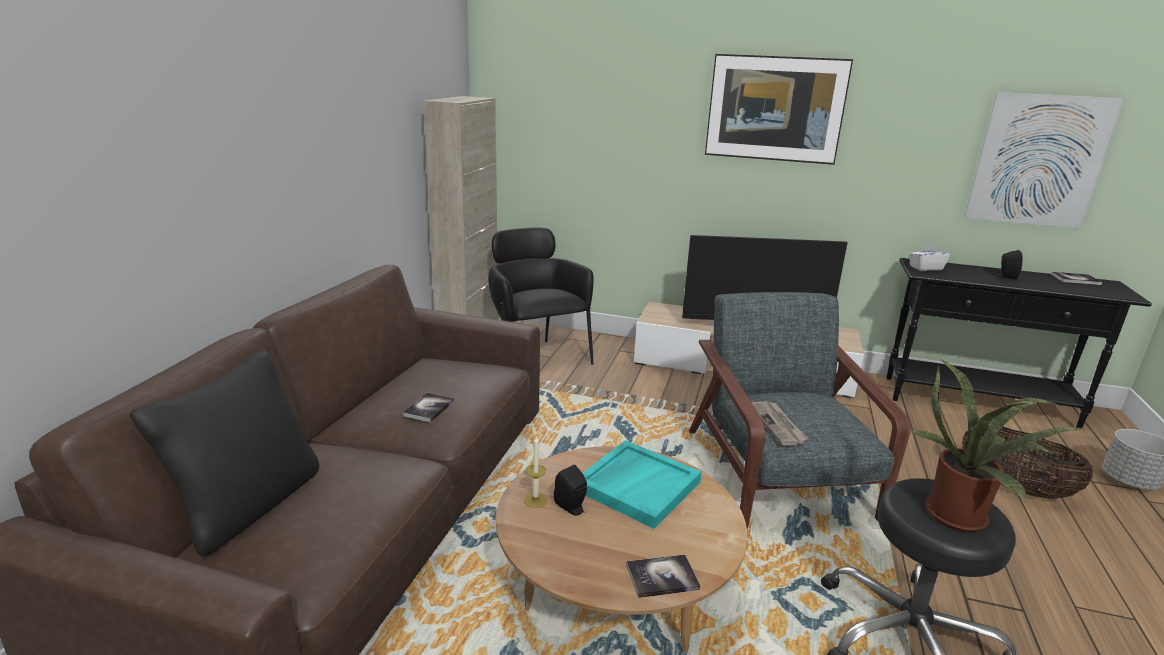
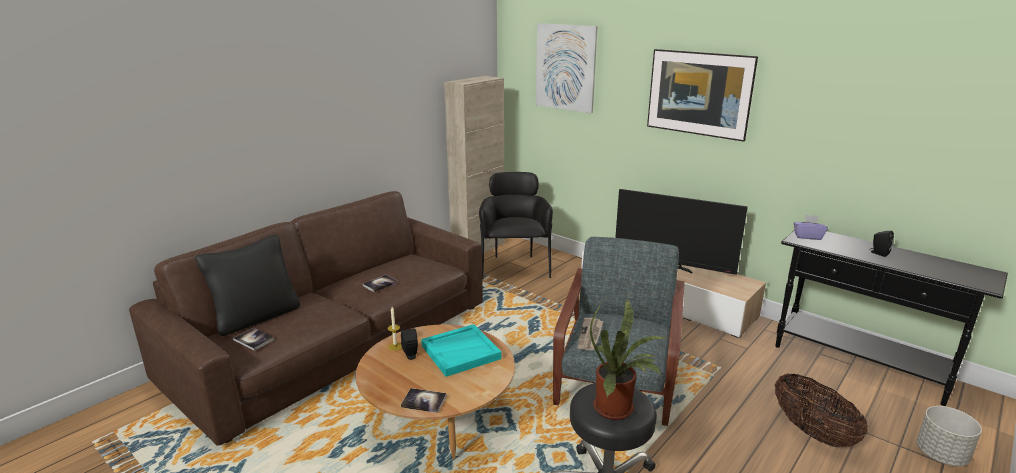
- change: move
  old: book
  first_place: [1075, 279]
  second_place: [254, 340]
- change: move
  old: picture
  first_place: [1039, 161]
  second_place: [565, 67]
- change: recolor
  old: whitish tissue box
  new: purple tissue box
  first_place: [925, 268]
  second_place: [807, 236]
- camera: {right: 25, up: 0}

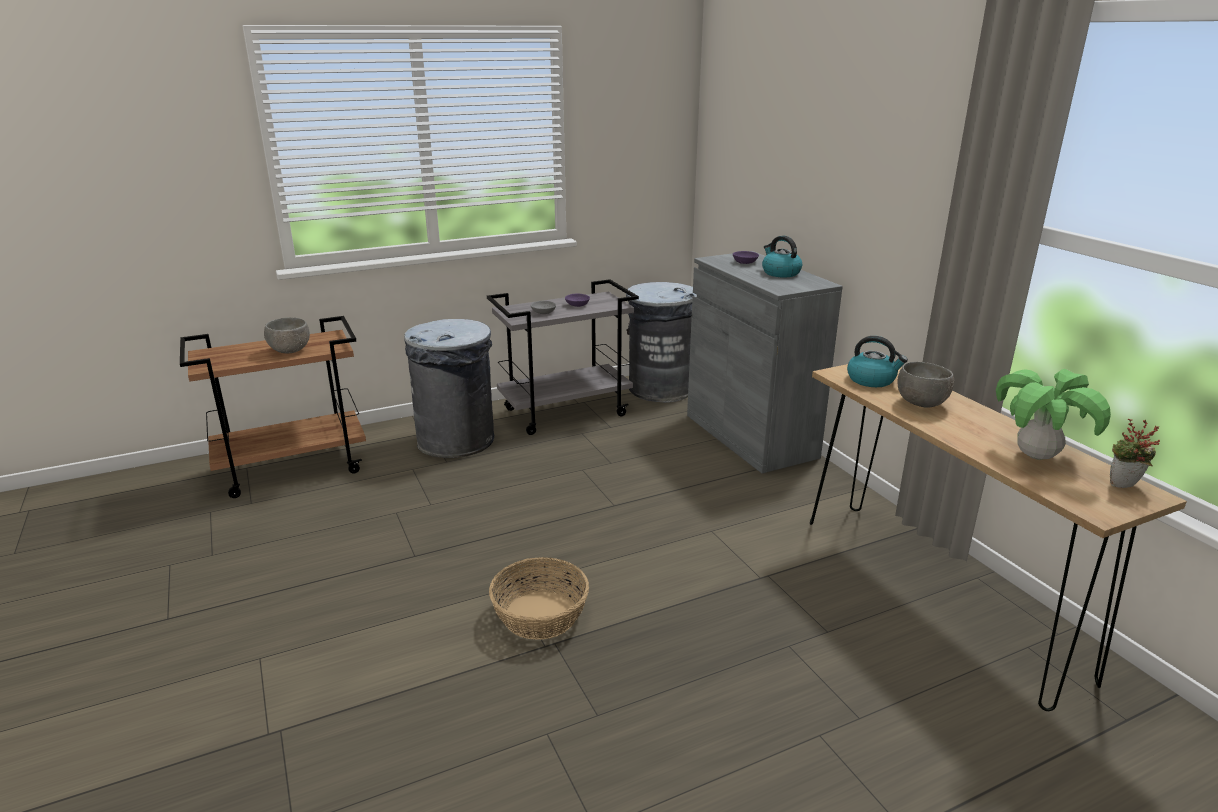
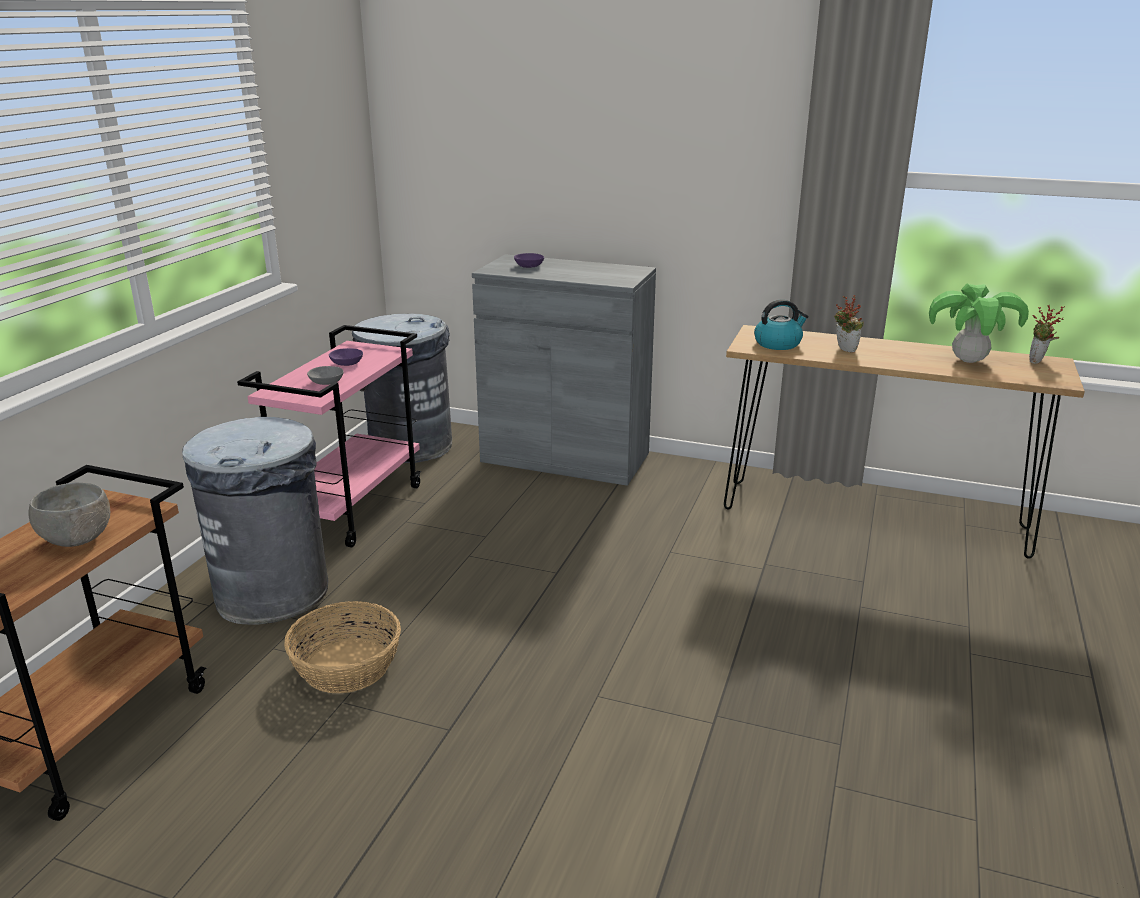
- change: recolor
  old: grey trolley
  new: pink-coloured trolley
  first_place: [566, 412]
  second_place: [350, 507]
- change: move
  old: basket
  first_place: [540, 614]
  second_place: [346, 666]
- change: replace
  old: grey bowl
  new: plant in a pot
  first_place: [922, 404]
  second_place: [843, 350]
- change: delete
  old: kettle
  first_place: [780, 273]
- camera: {right: -45, up: 0}

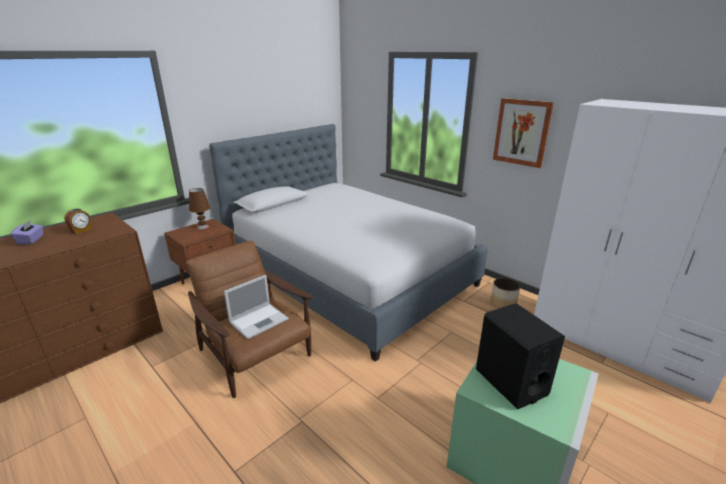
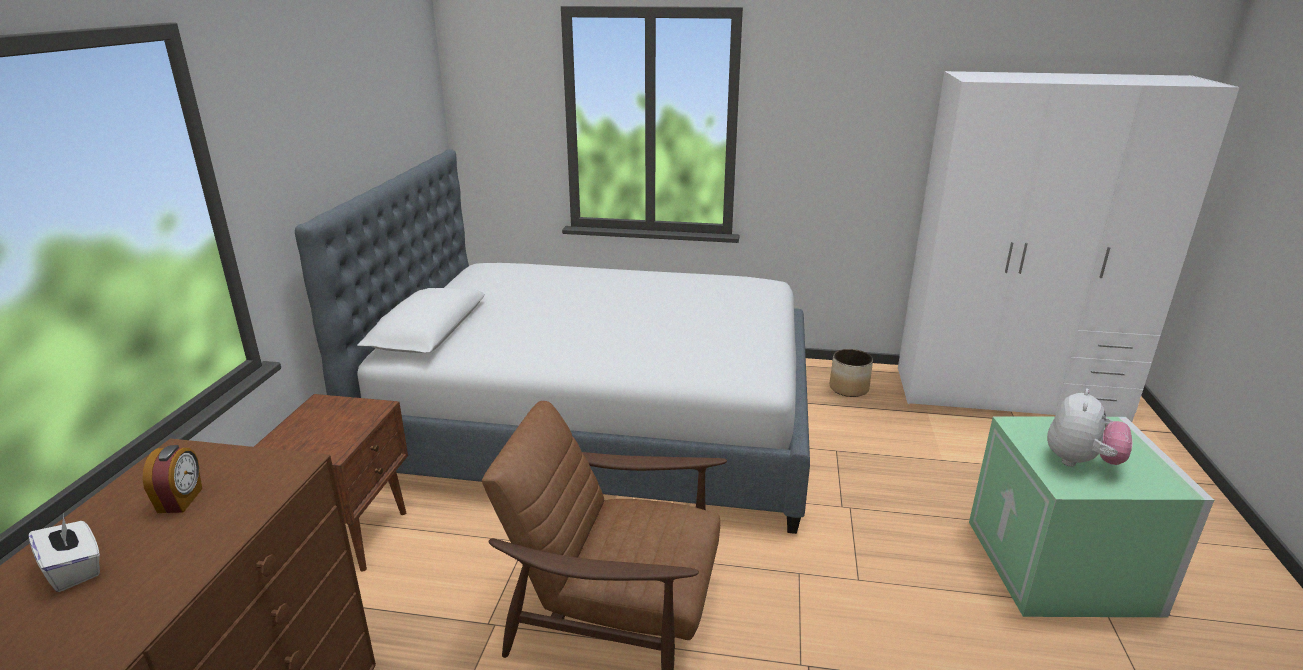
- change: recolor
  old: purple tissue box
  new: whitish tissue box
  first_place: [31, 240]
  second_place: [74, 569]
- change: replace
  old: black-coloured audio speaker
  new: cuddly toy
  first_place: [510, 382]
  second_place: [1080, 462]
- change: delete
  old: brown-coloured lamp for a table
  first_place: [202, 227]
- change: delete
  old: notebook computer
  first_place: [259, 320]
- change: delete
  old: picture
  first_place: [522, 132]
- camera: {right: -35, up: 0}

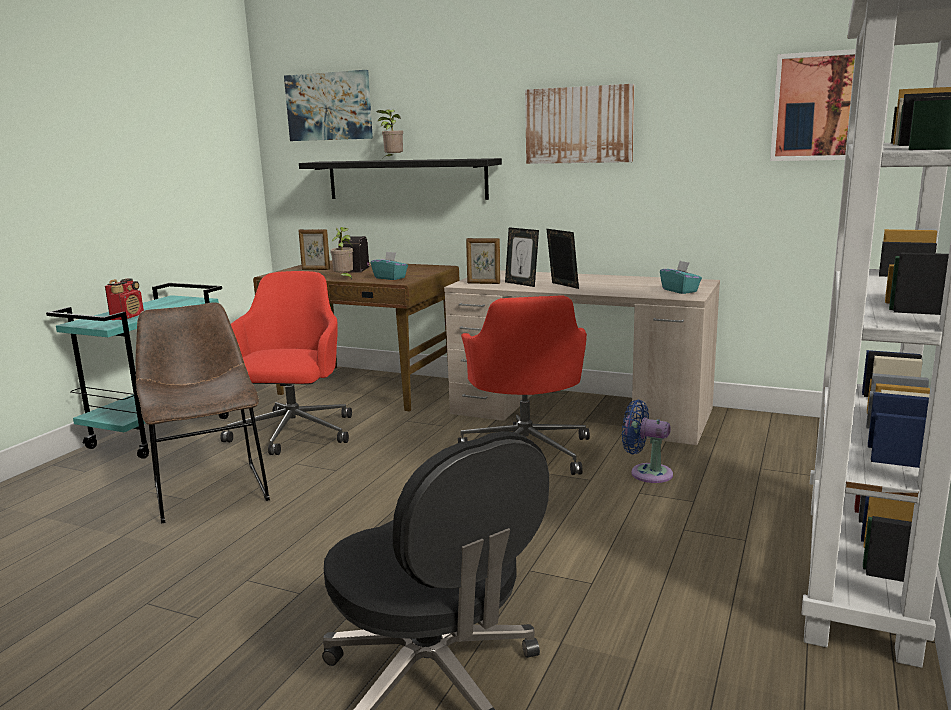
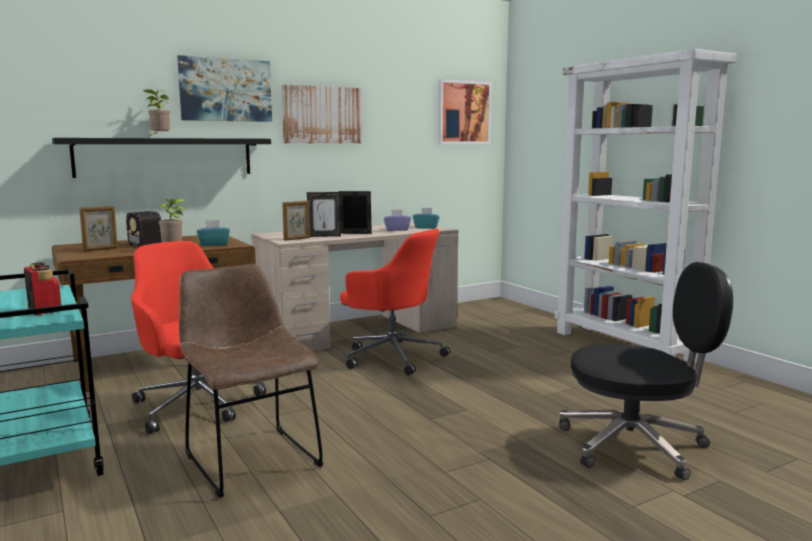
- change: move
  old: picture
  first_place: [329, 106]
  second_place: [225, 90]
- change: rotate
  old: brown-coloured upright chair
  first_place: [209, 489]
  second_place: [250, 457]
  degrees: 45
- change: insert
  new: purple tissue box
  second_place: [397, 230]
- change: delete
  old: bluish cooling fan
  first_place: [646, 473]
- camera: {right: -55, up: -5}

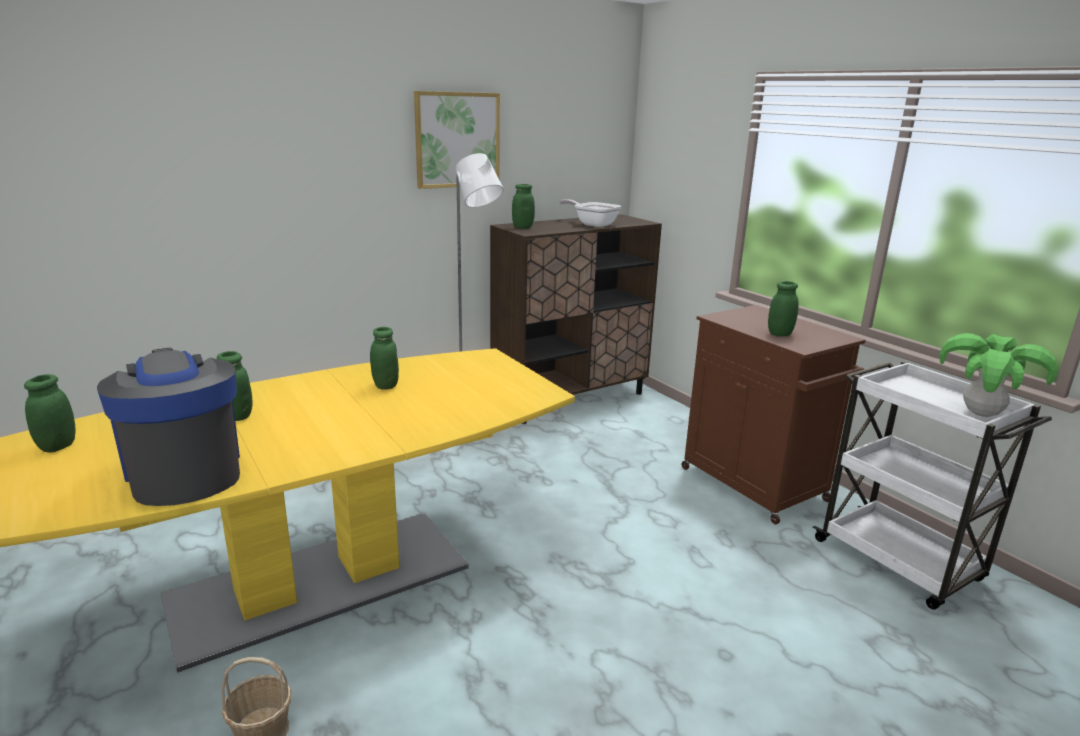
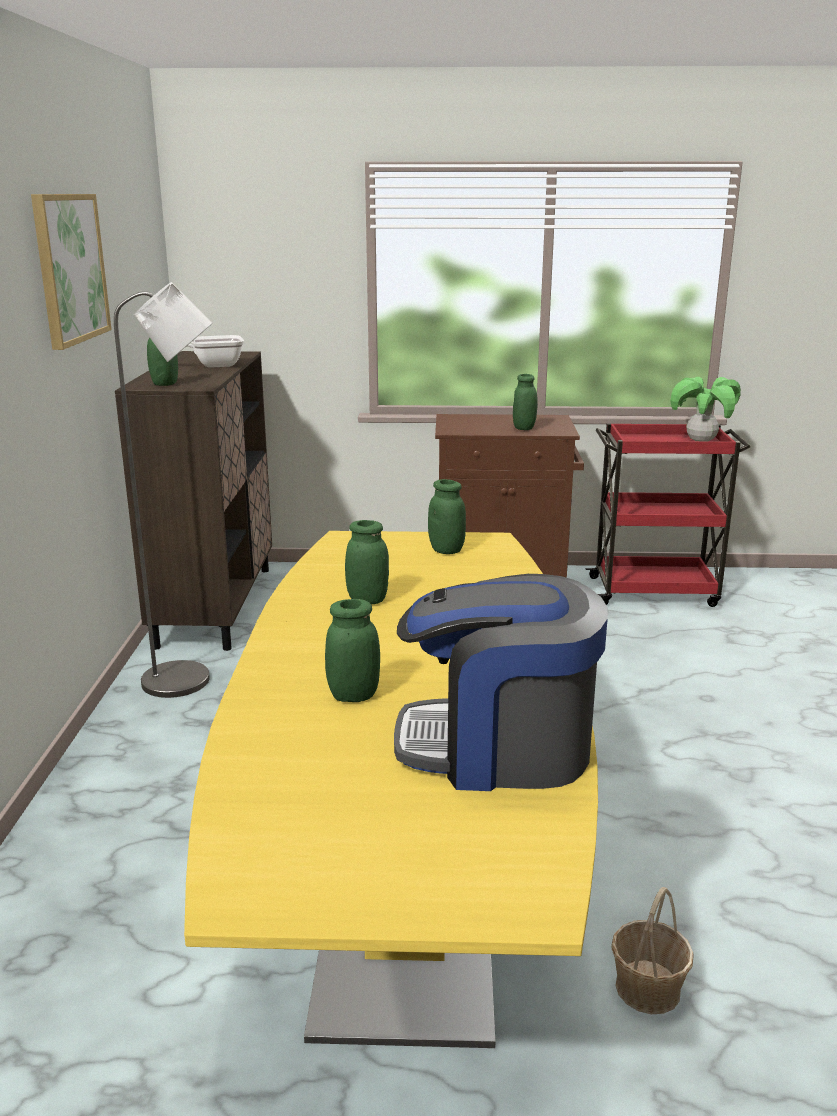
- change: move
  old: green storage jar
  first_place: [57, 446]
  second_place: [446, 550]
- change: recolor
  old: whitish trolley
  new: red-coloured trolley
  first_place: [900, 562]
  second_place: [655, 591]
- camera: {right: -55, up: 0}

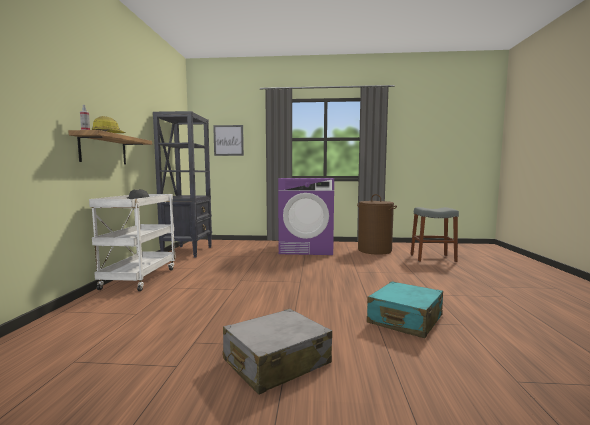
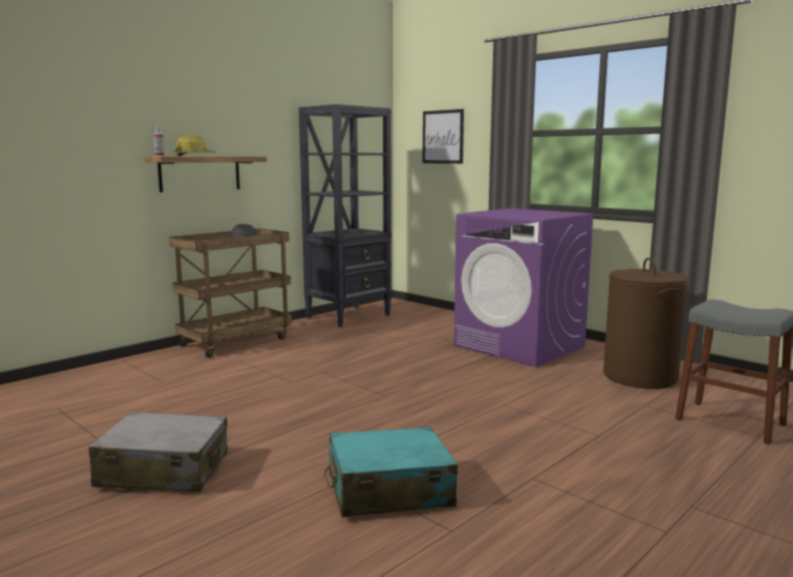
- change: recolor
  old: whitish trolley
  new: brown-coloured trolley
  first_place: [139, 278]
  second_place: [236, 341]
- camera: {right: 40, up: 5}

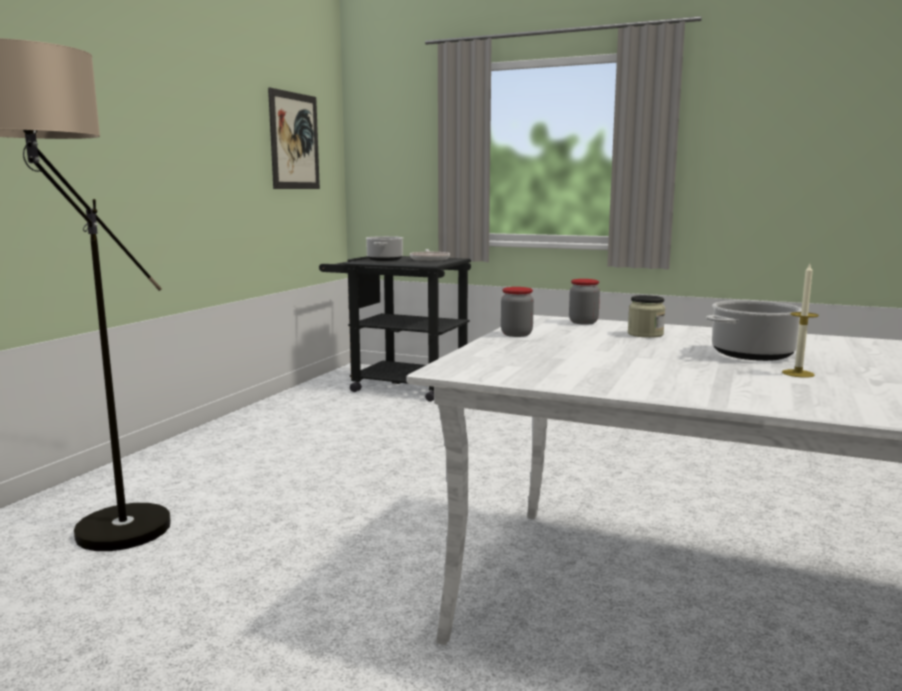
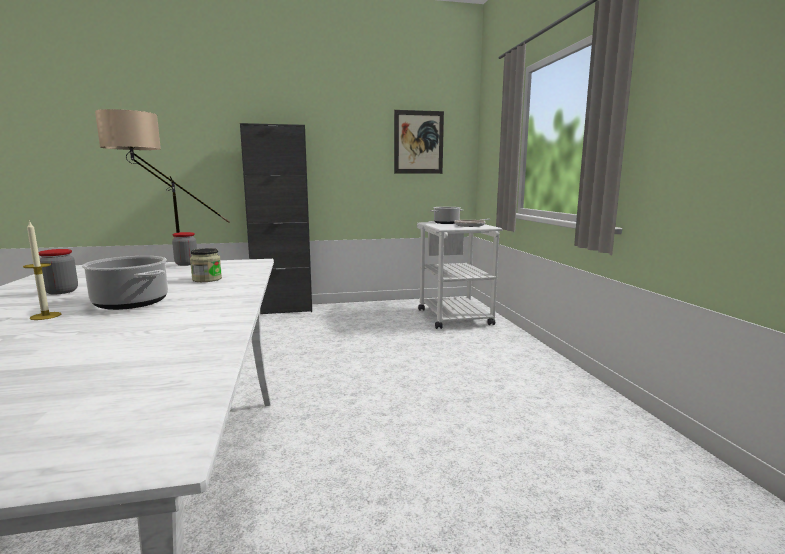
- change: move
  old: storage jar
  first_place: [583, 322]
  second_place: [61, 291]
- change: insert
  new: black-coloured storage cabinet
  second_place: [283, 310]
- change: recolor
  old: black-coloured trolley
  new: whitish trolley
  first_place: [399, 385]
  second_place: [451, 315]
- camera: {right: 55, up: 0}

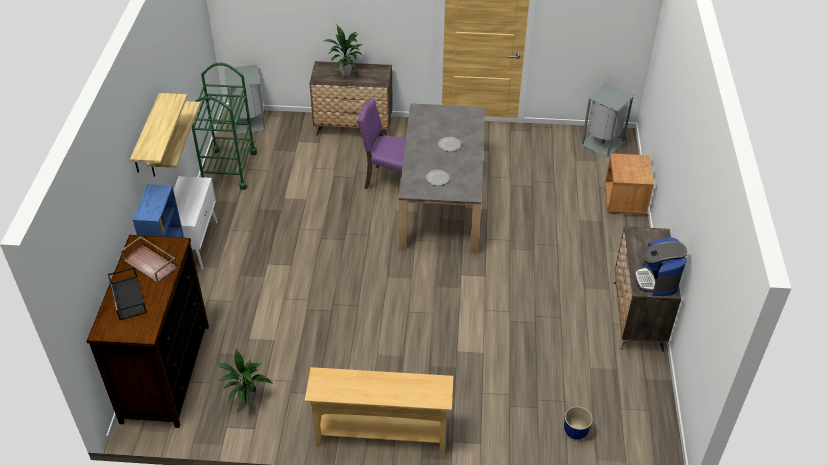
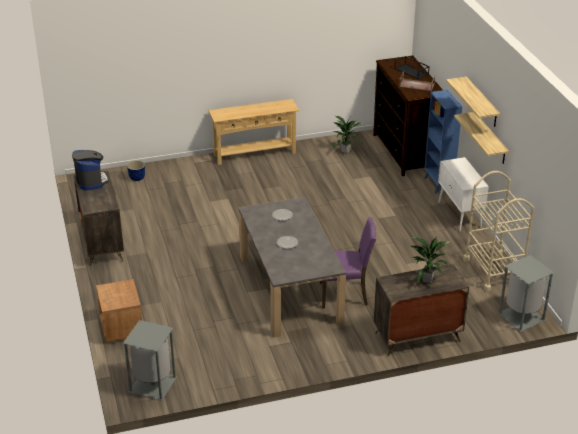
- change: recolor
  old: green trolley
  new: beige trolley
  first_place: [229, 169]
  second_place: [493, 271]
- camera: {right: 160, up: -10}

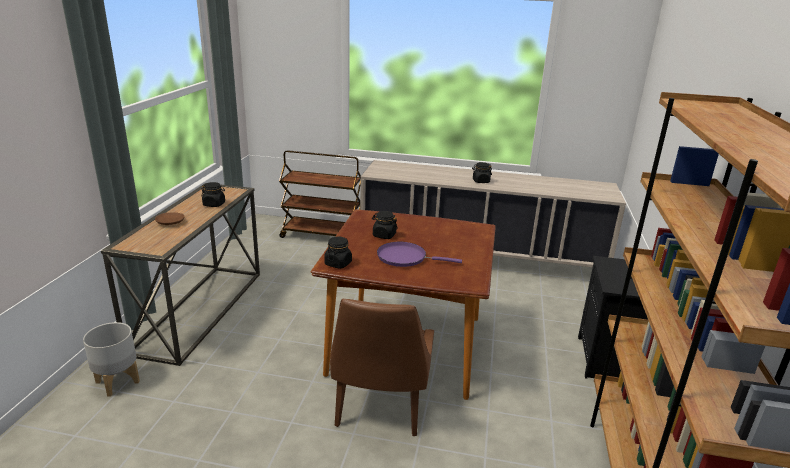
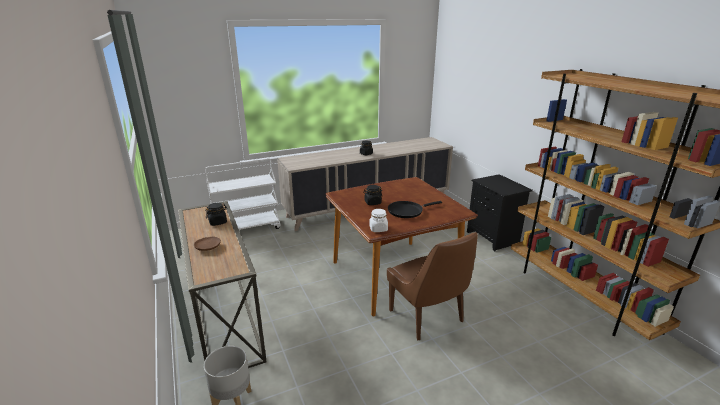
- change: recolor
  old: brown-coloured trolley
  new: whitish trolley
  first_place: [322, 235]
  second_place: [247, 228]
- change: recolor
  old: black-coloured storage jar
  new: whitish storage jar
  first_place: [338, 263]
  second_place: [378, 229]
- change: recolor
  old: purple skillet
  new: black-coloured skillet
  first_place: [405, 258]
  second_place: [407, 211]
- camera: {right: -35, up: 0}

